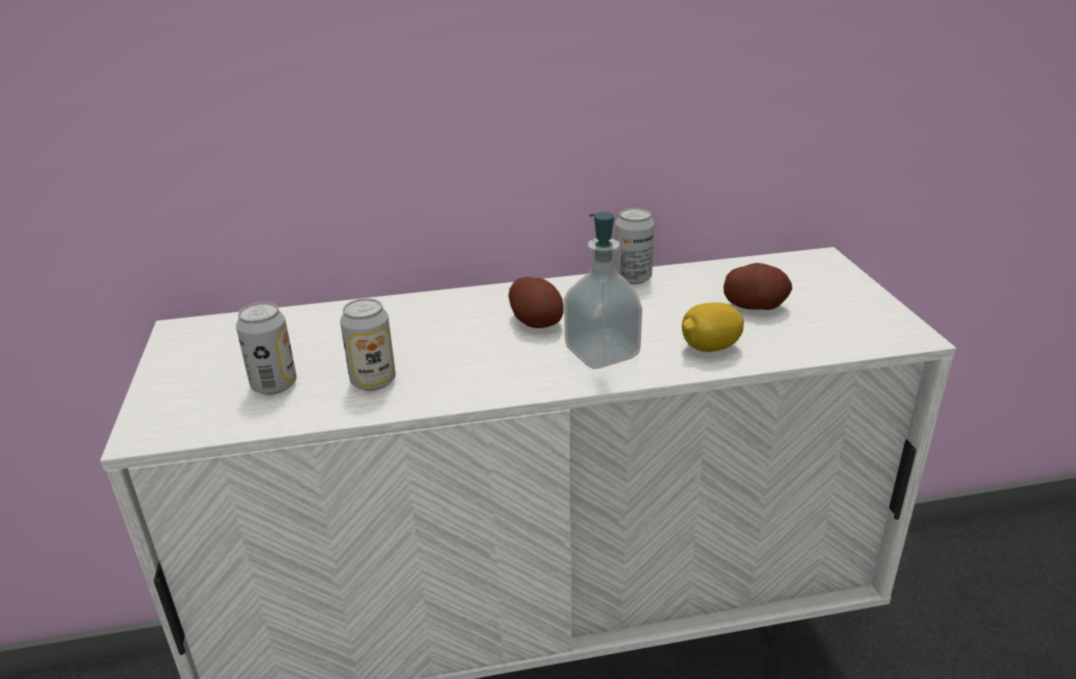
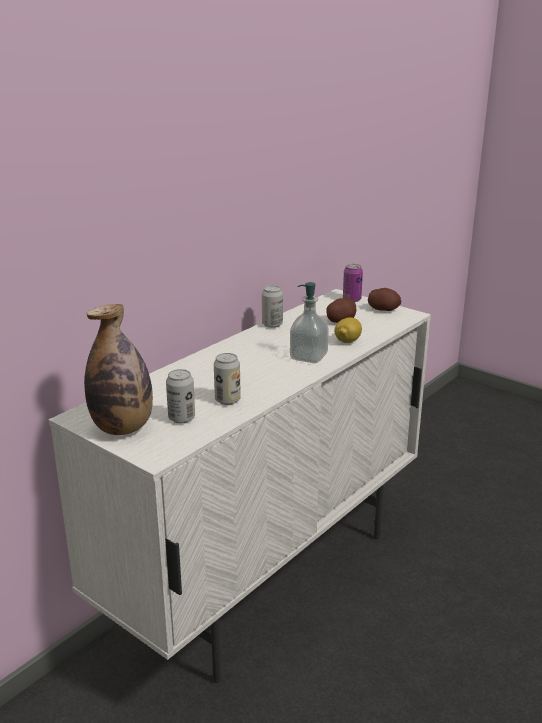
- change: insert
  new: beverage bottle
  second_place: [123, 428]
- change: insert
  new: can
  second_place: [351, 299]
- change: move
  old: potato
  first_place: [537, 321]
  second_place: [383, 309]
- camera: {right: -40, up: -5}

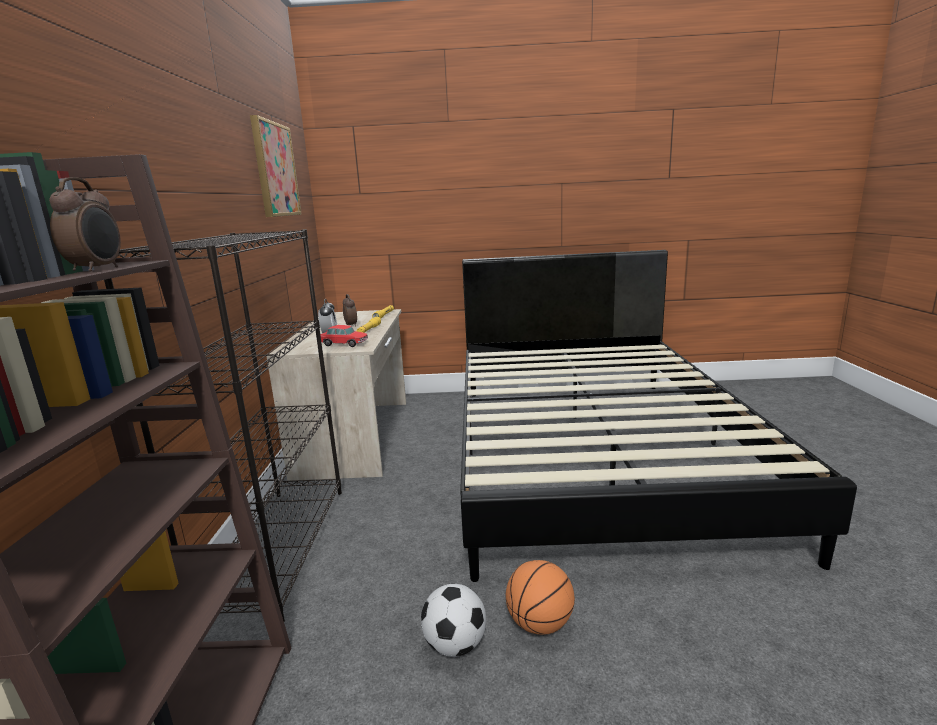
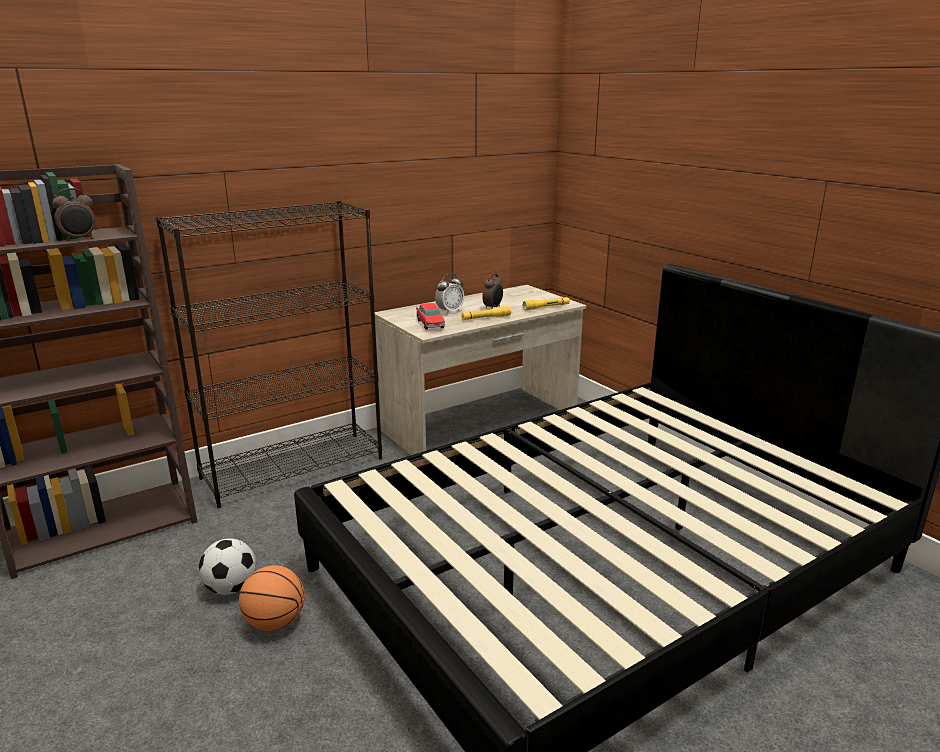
- change: delete
  old: picture
  first_place: [275, 170]
- camera: {right: 55, up: 5}

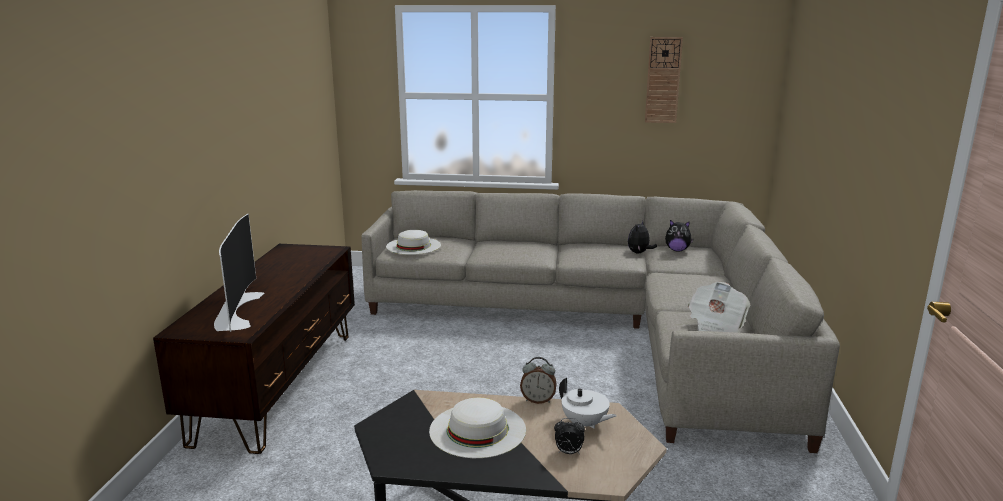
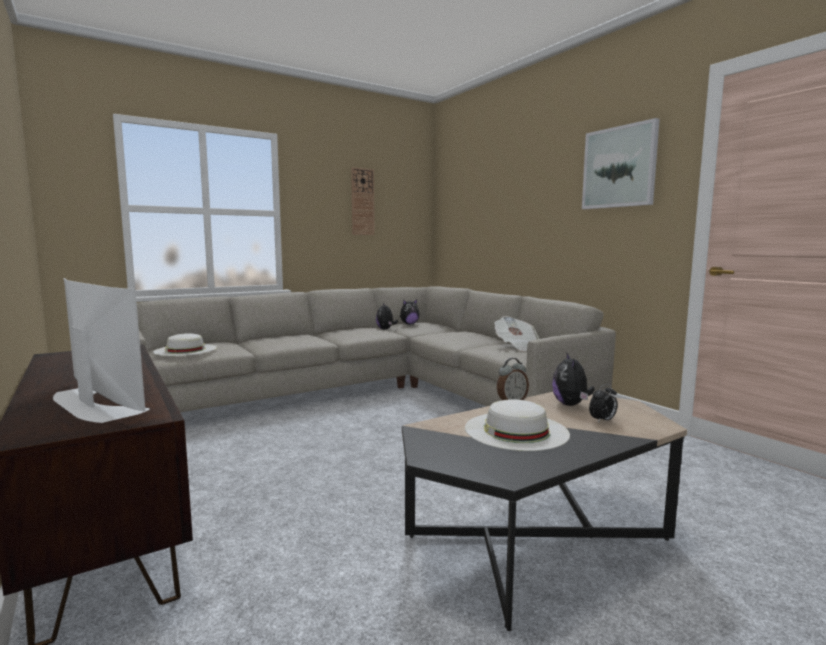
- change: replace
  old: whitish pot for tea
  new: cuddly toy
  first_place: [584, 424]
  second_place: [571, 404]
- change: insert
  new: picture
  second_place: [619, 167]
- camera: {right: -40, up: -10}

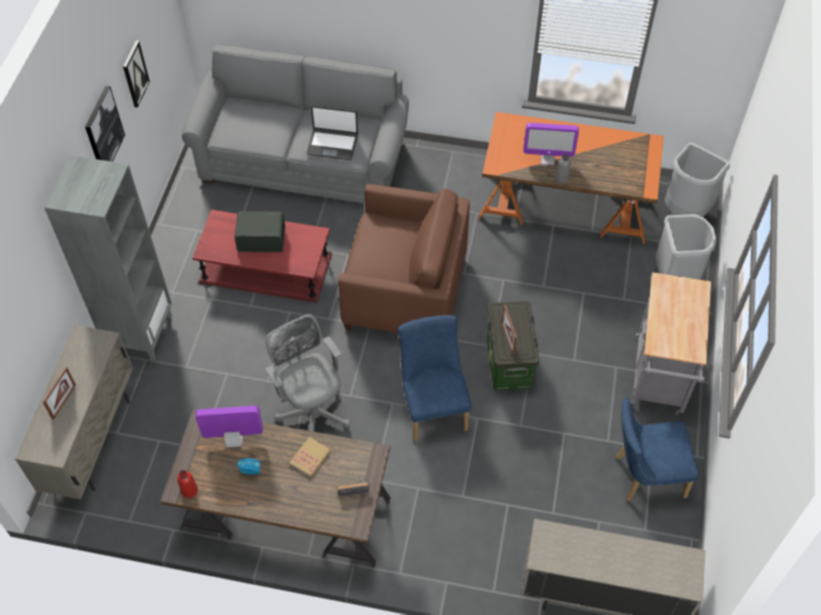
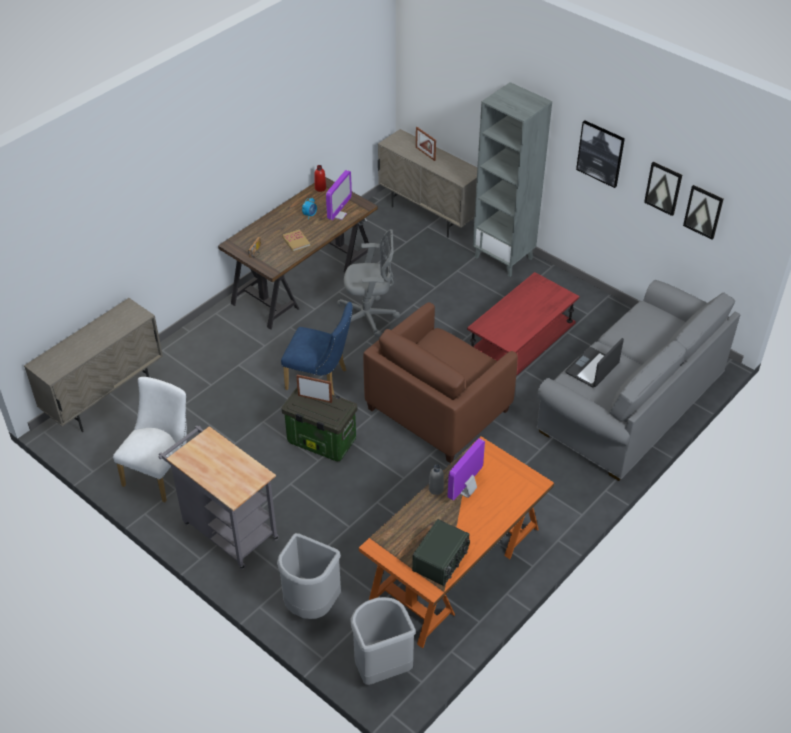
- change: recolor
  old: bluish upright chair
  new: whitish upright chair
  first_place: [644, 475]
  second_place: [161, 471]
- change: move
  old: radio receiver
  first_place: [261, 239]
  second_place: [441, 561]
- change: insert
  new: picture
  second_place: [703, 211]
- camera: {right: 120, up: -10}

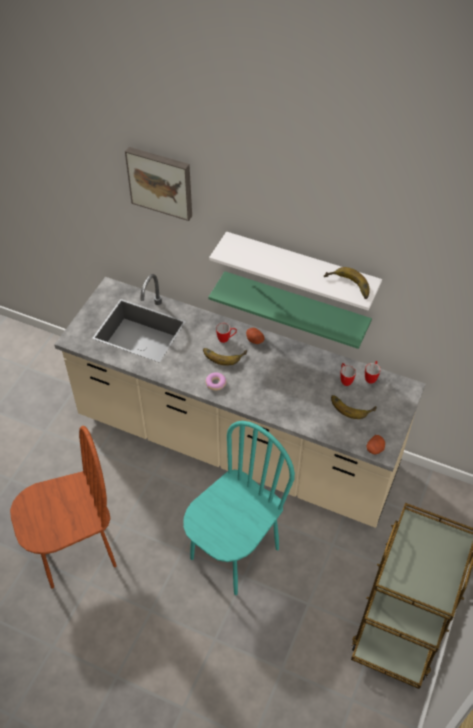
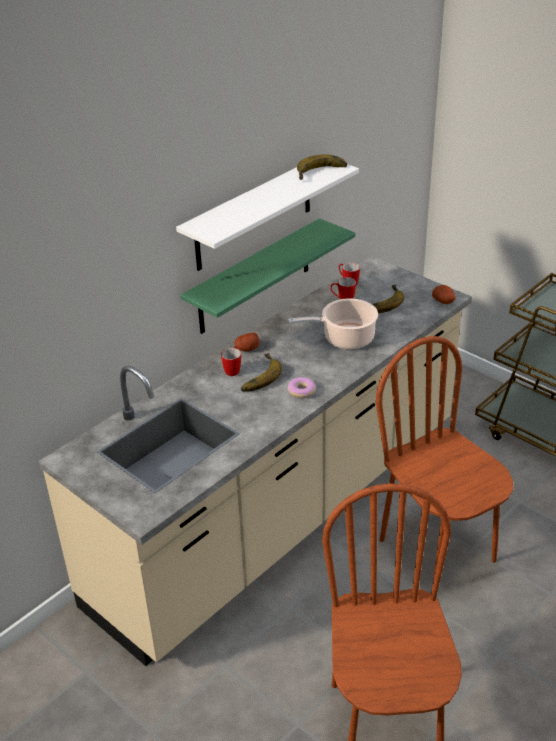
- change: insert
  new: cooking pot
  second_place: [345, 338]
- change: recolor
  old: blue-green upright chair
  new: brown-coloured upright chair
  first_place: [234, 553]
  second_place: [438, 549]
- change: delete
  old: picture
  first_place: [161, 182]
- camera: {right: -70, up: -15}

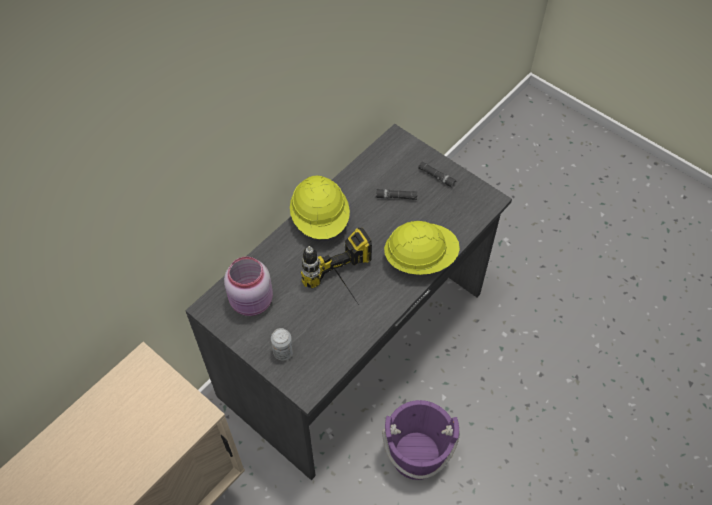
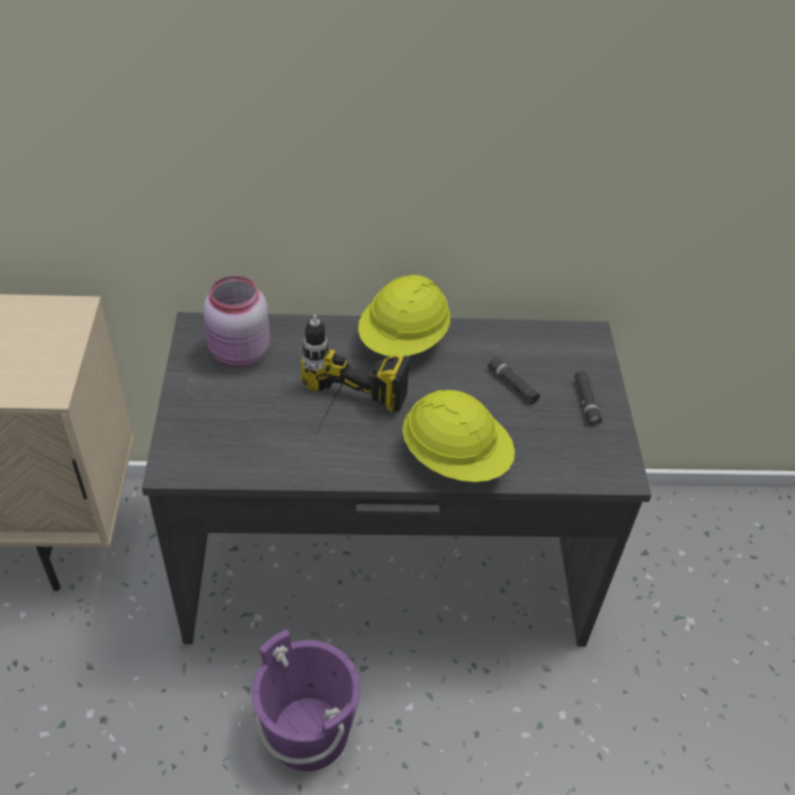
- change: delete
  old: can
  first_place: [283, 352]
- camera: {right: 45, up: -10}

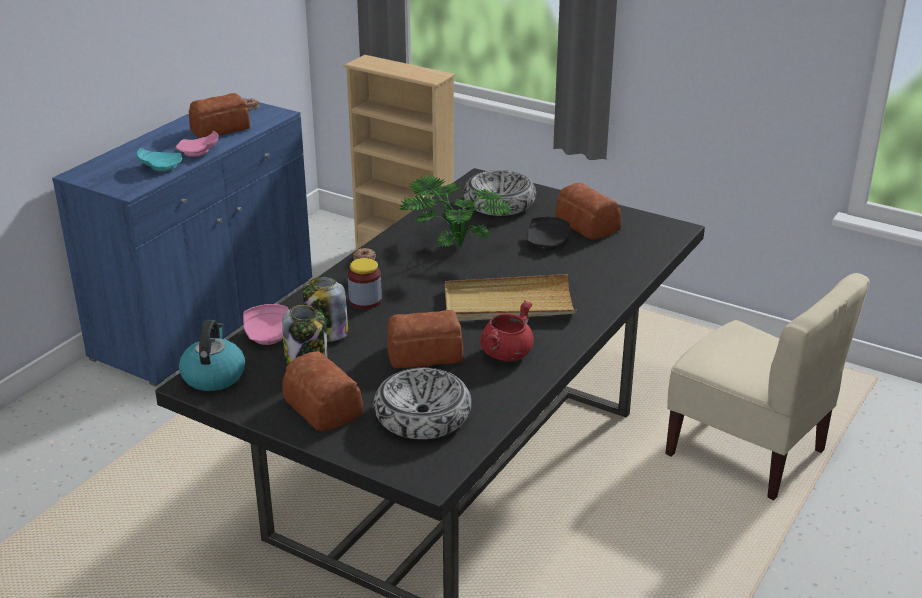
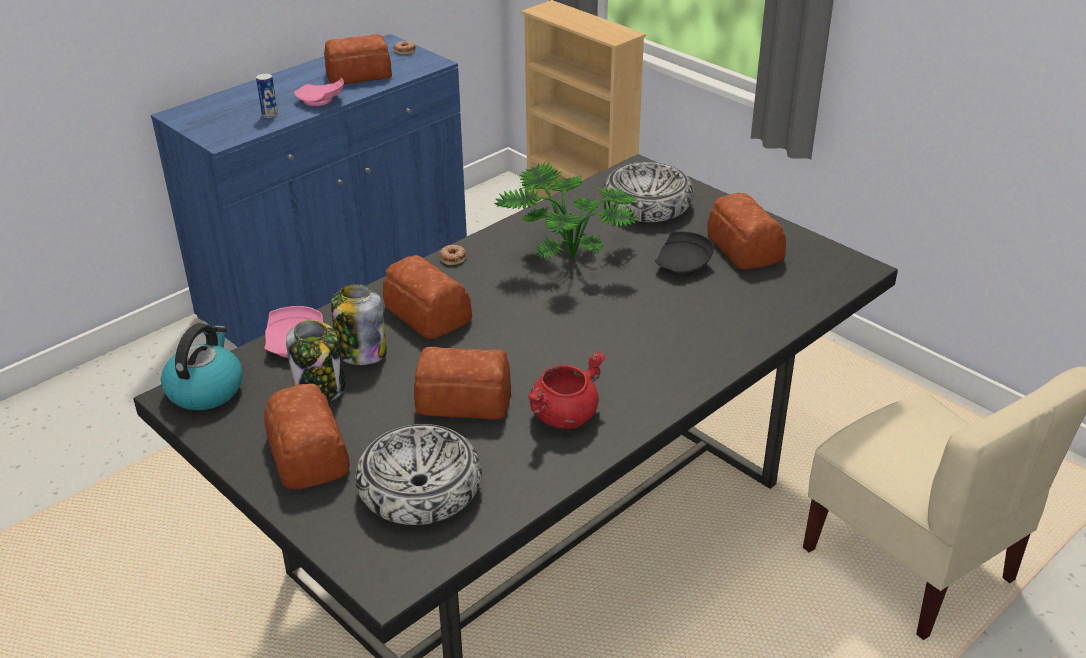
- change: replace
  old: blue-green plate
  new: can
  first_place: [160, 167]
  second_place: [270, 114]
- change: replace
  old: storage jar
  new: bread
  first_place: [365, 300]
  second_place: [427, 314]
- change: delete
  old: beige serving tray
  first_place: [508, 304]
- camera: {right: 15, up: 5}

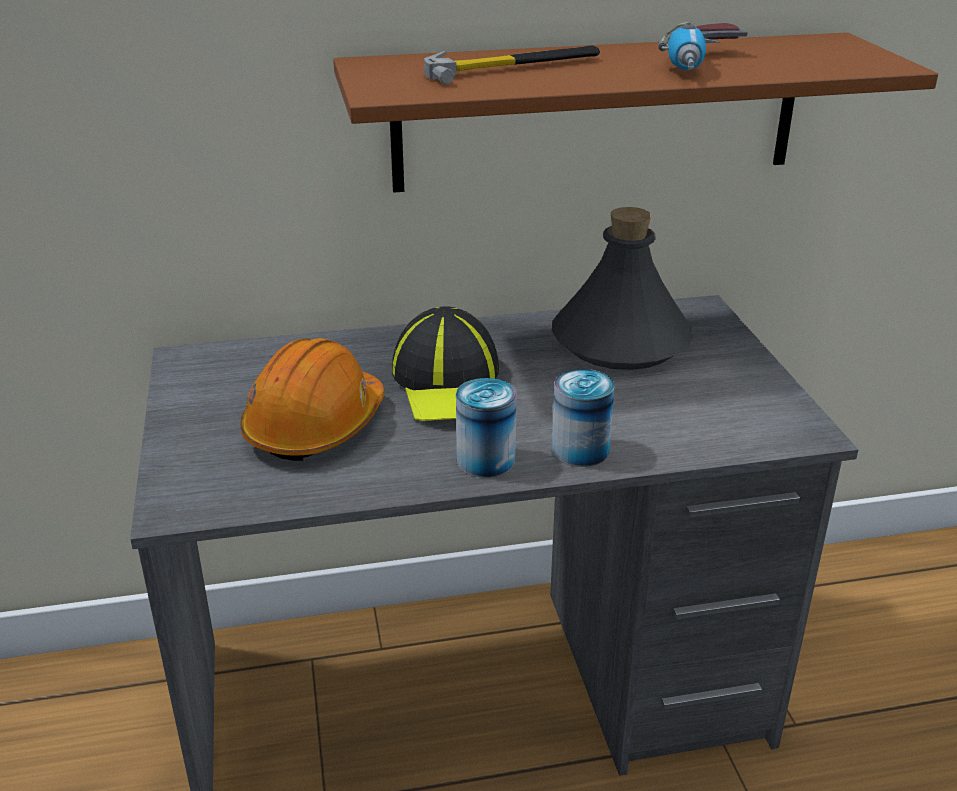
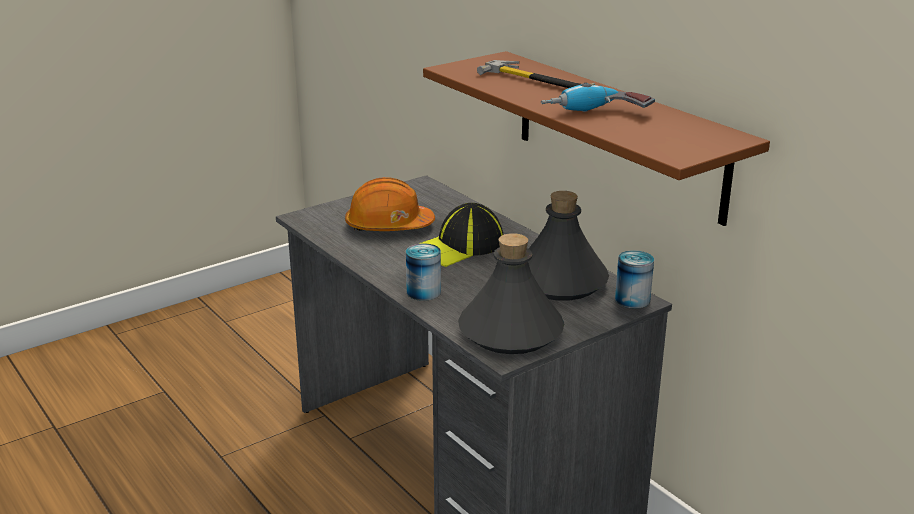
- change: insert
  new: grey beverage bottle
  second_place: [510, 332]
- change: move
  old: can
  first_place: [486, 460]
  second_place: [632, 299]
- camera: {right: 65, up: -5}

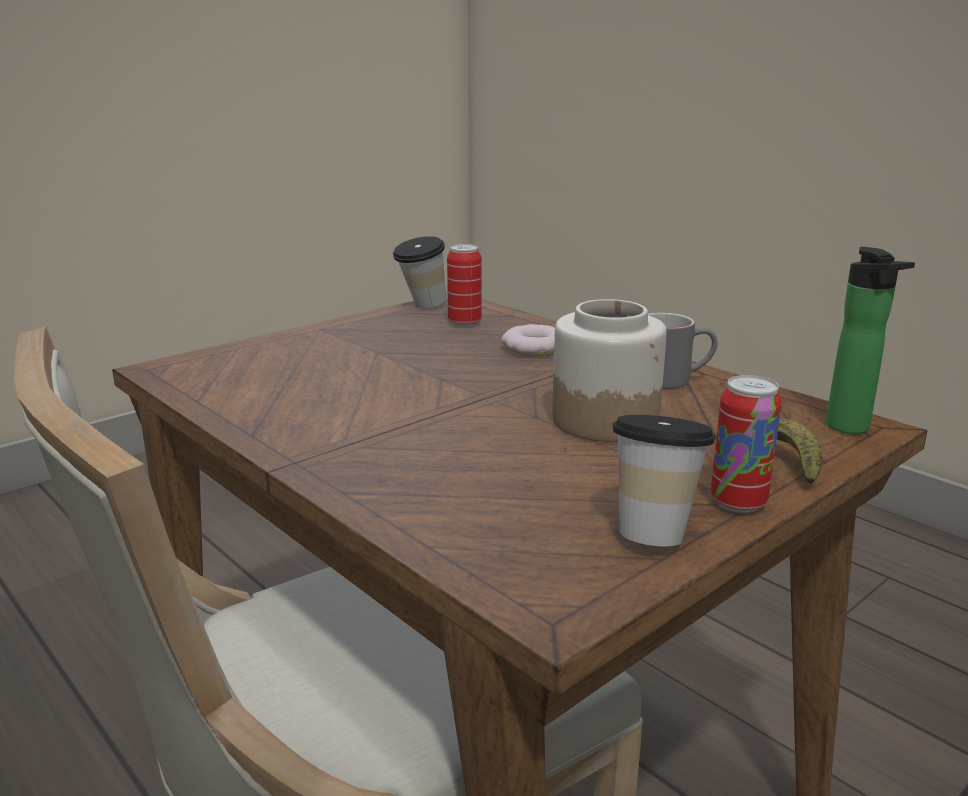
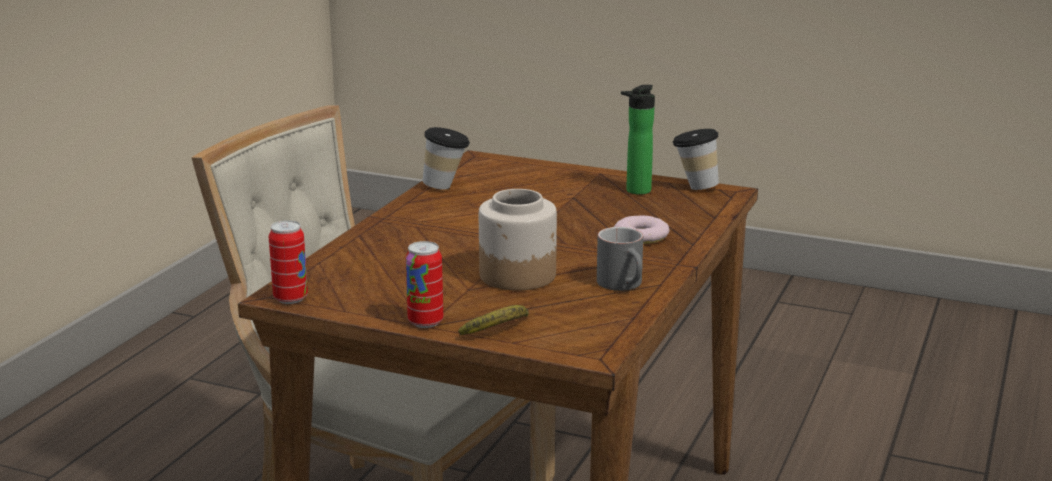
- change: move
  old: can
  first_place: [464, 322]
  second_place: [290, 298]
- change: move
  old: drinking cup
  first_place: [654, 531]
  second_place: [446, 186]
- change: move
  old: beverage bottle
  first_place: [851, 429]
  second_place: [635, 191]
- camera: {right: 65, up: 0}

